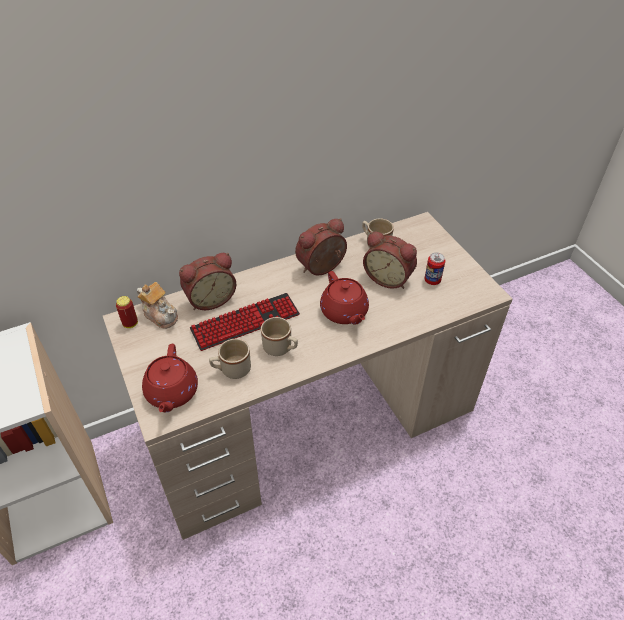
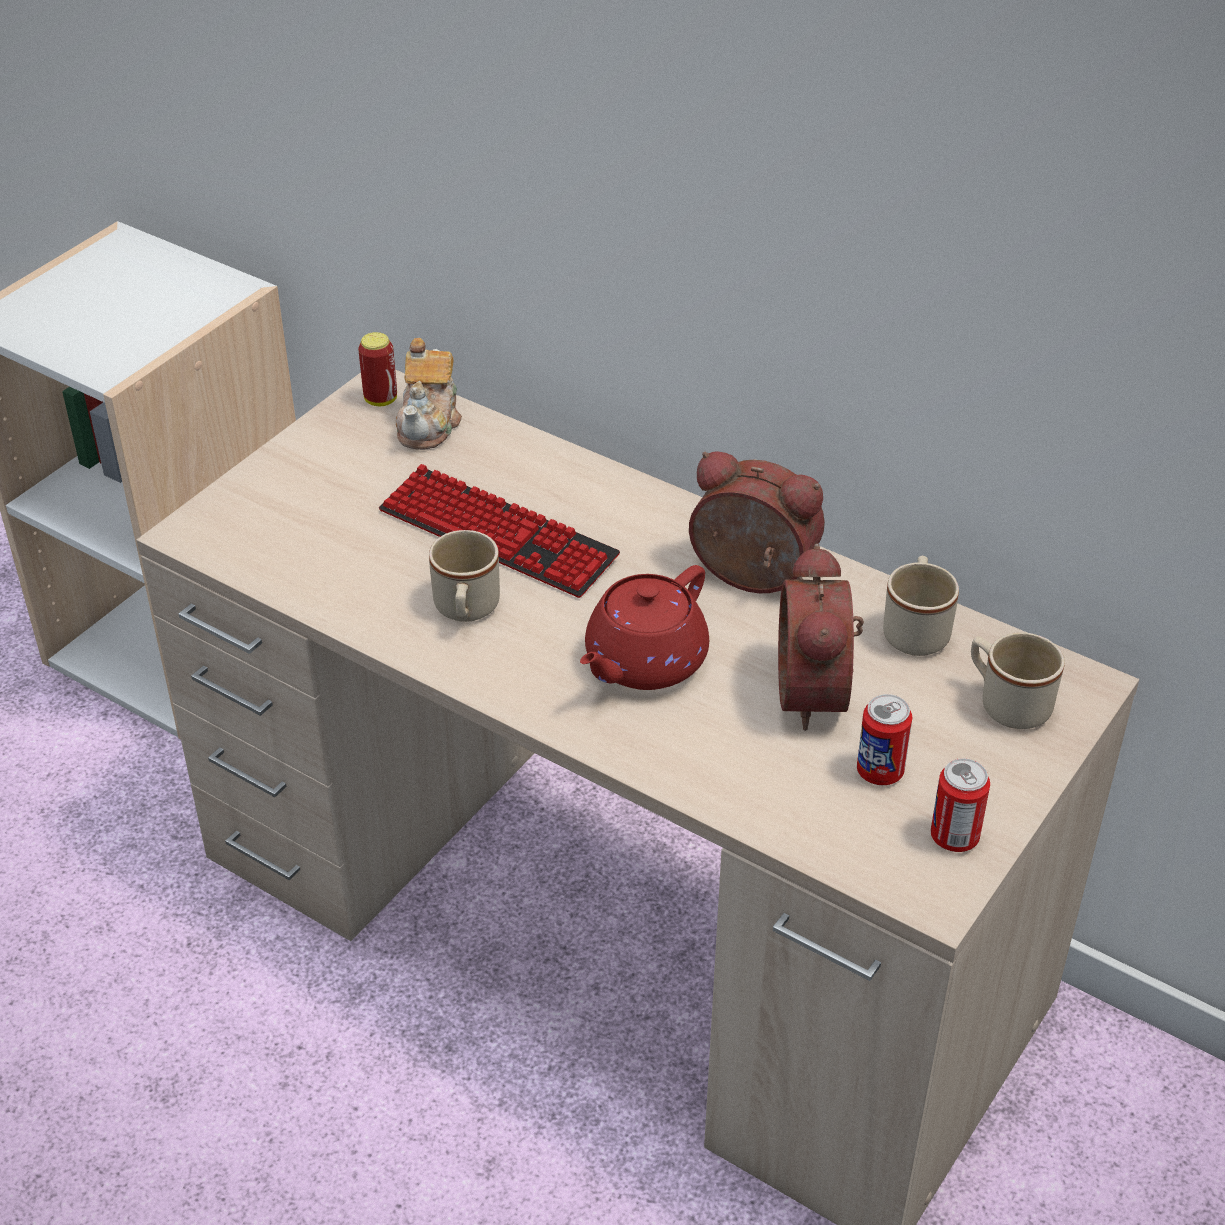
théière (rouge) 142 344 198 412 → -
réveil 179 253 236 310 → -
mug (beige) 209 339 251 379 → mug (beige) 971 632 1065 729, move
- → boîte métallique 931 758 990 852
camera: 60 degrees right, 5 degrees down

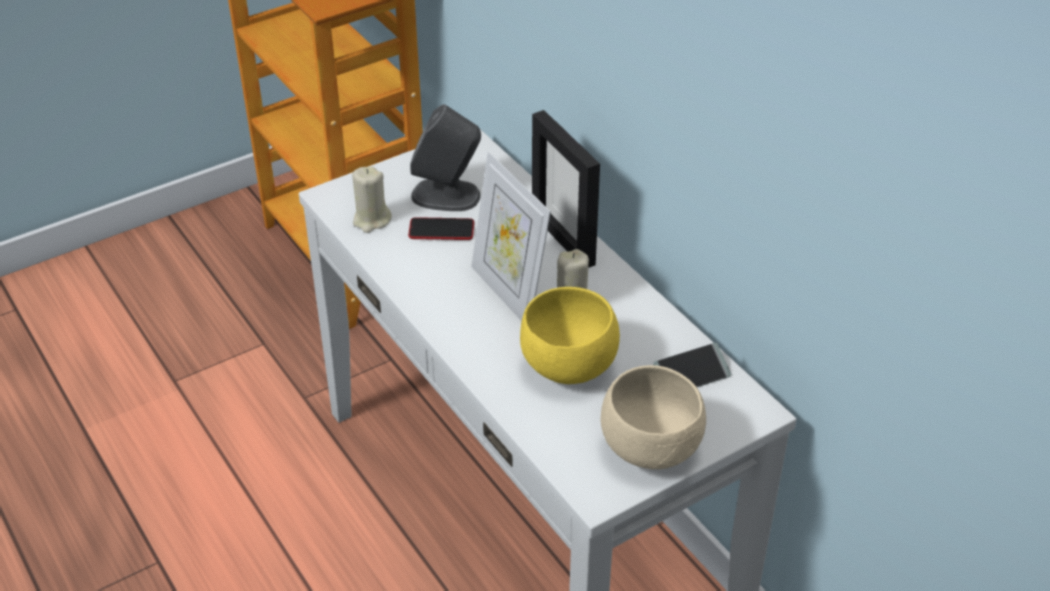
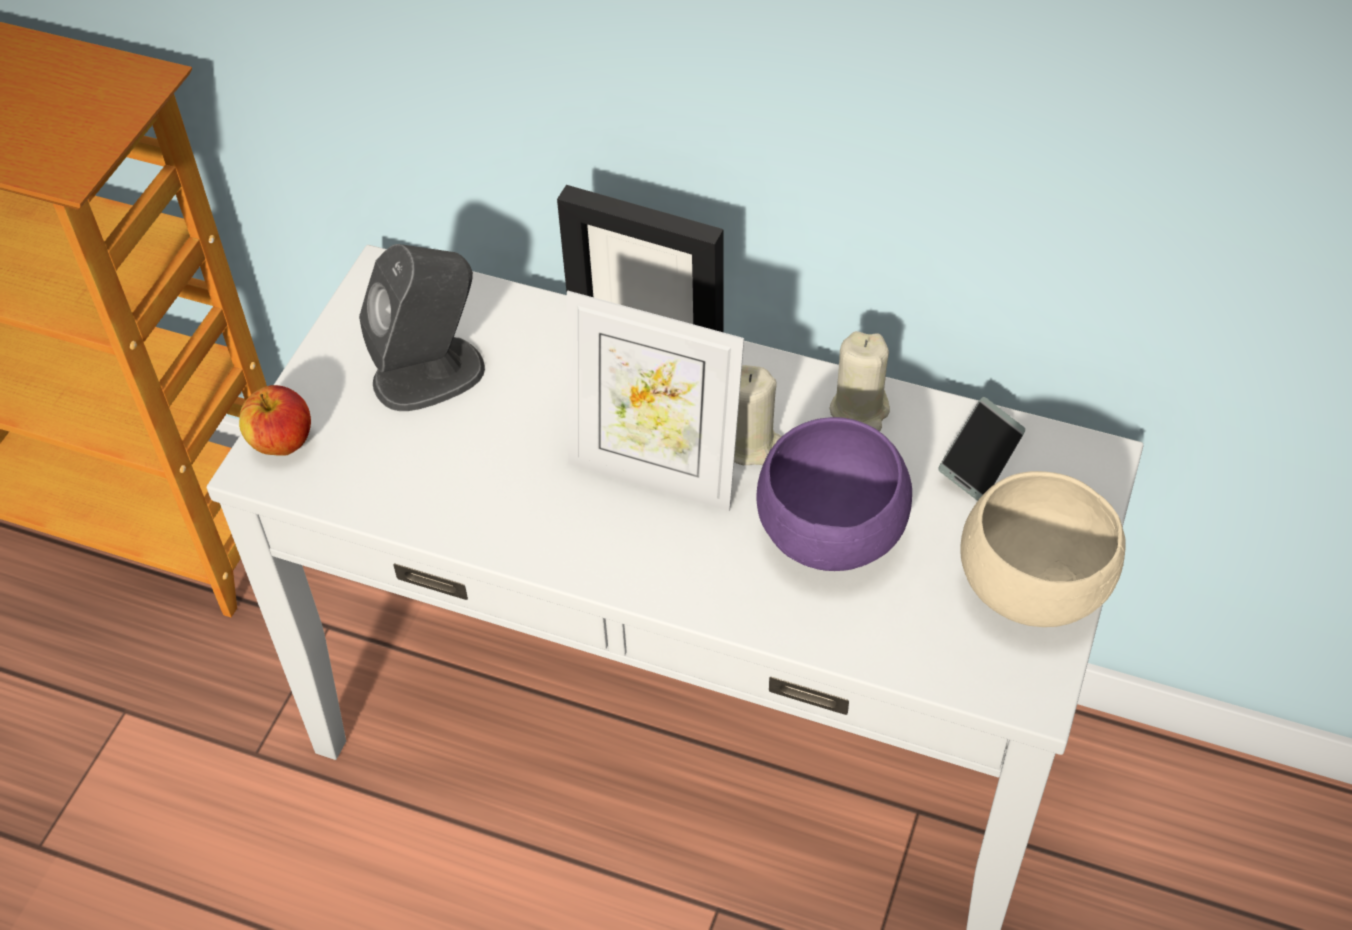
bougie (beige) 352 167 392 233 → bougie (beige) 830 331 890 432, move
téléphone 408 217 474 240 → -
bol (jaune) 520 287 620 384 → bol (violet) 756 417 912 571
- → pomme 239 385 311 456
camera: 35 degrees left, 10 degrees up

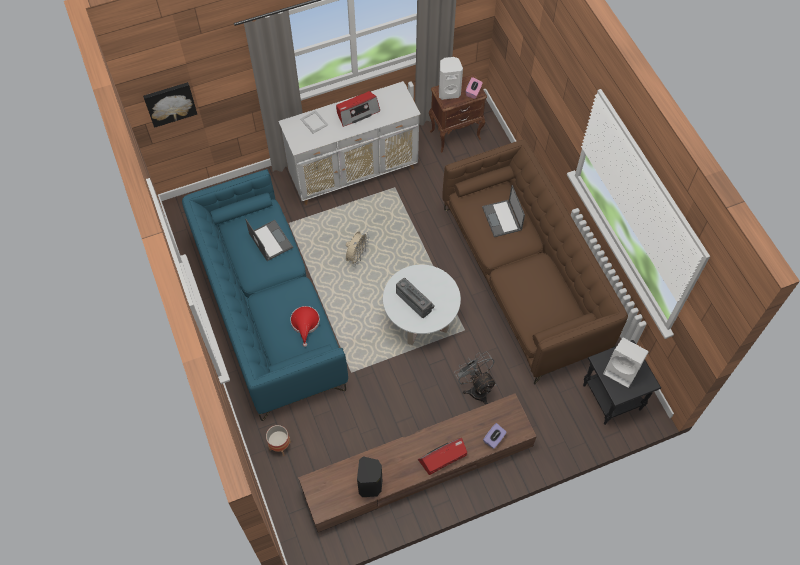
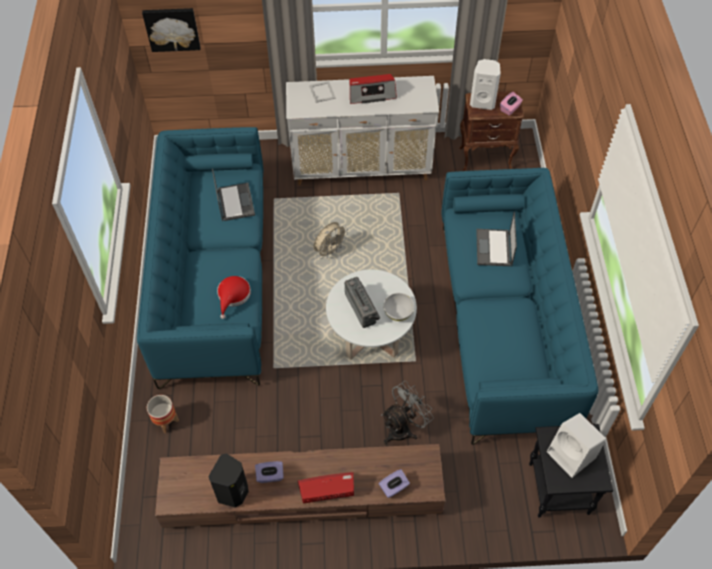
canapé (marron) 442 139 628 384 → canapé (bleu) 442 168 598 445
ventilateur (gris) 454 352 496 405 → ventilateur (gris) 381 381 434 444, 60 degrees clockwise
- → boîte à mouchoirs (violet) 255 461 284 483
- → bol (blanc) 383 293 414 321
camera: 20 degrees right, 5 degrees down

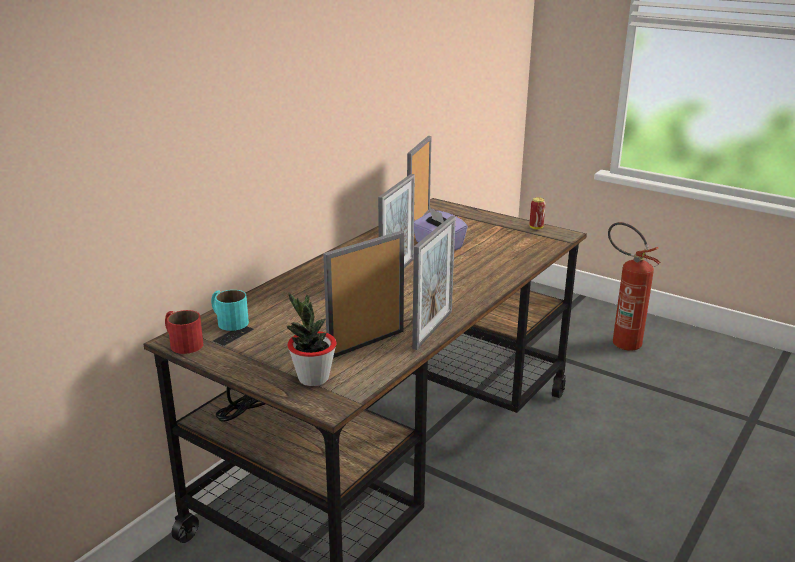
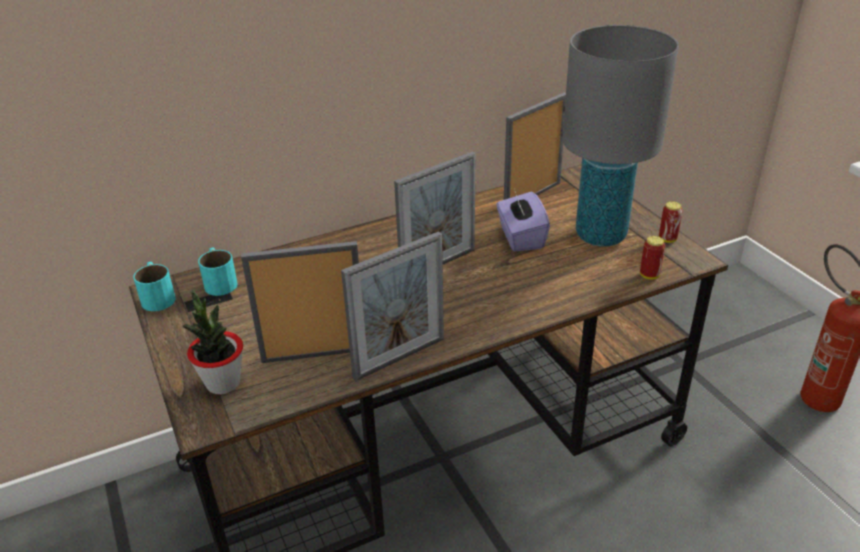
mug (rouge) 165 310 203 354 → mug (turquoise) 133 262 176 311
- → lampe de table (gris) 563 25 679 246
- → boîte métallique 640 236 665 280
camera: 30 degrees right, 10 degrees up

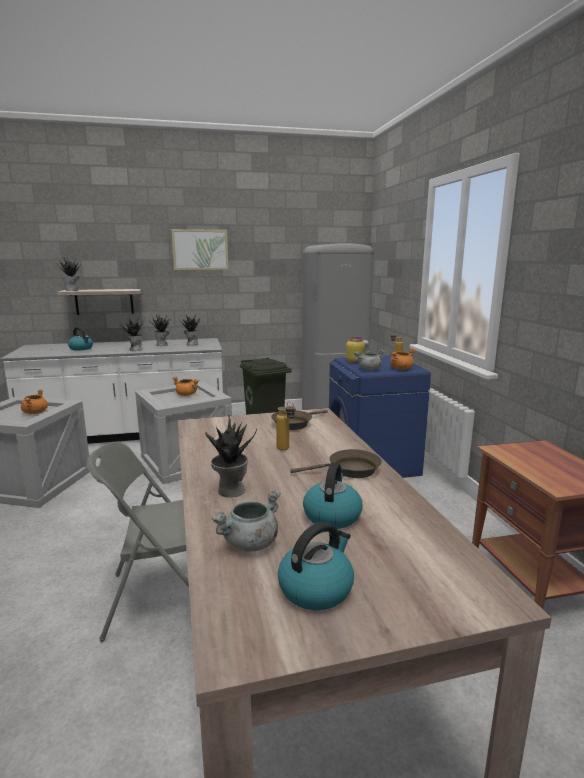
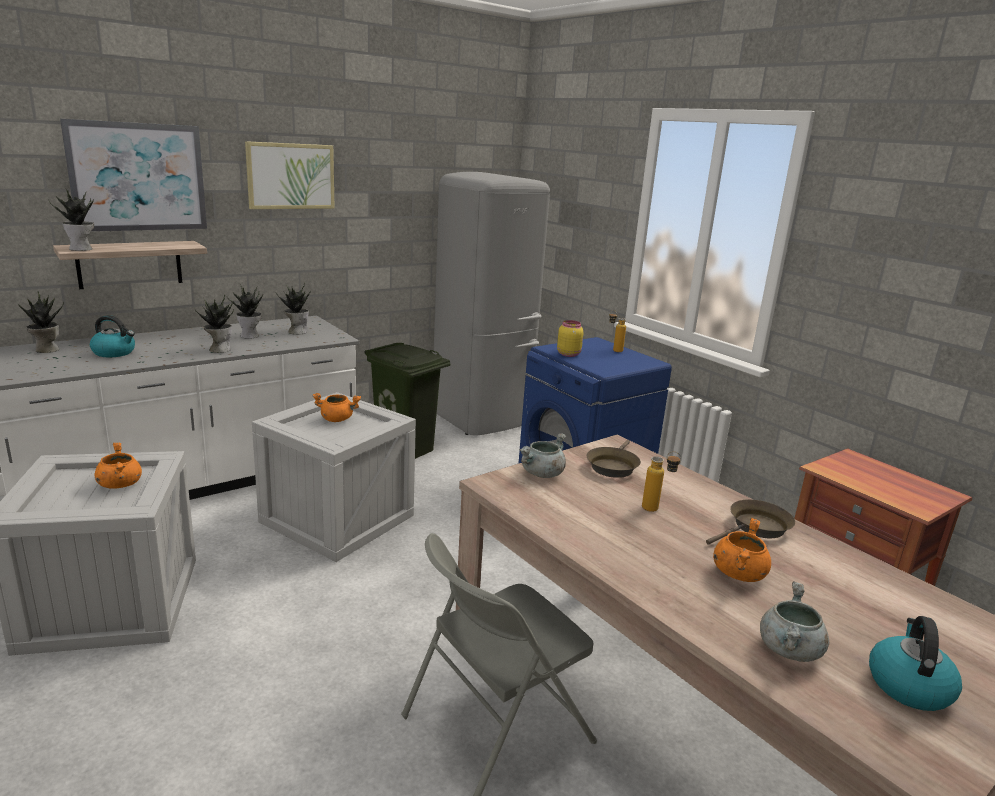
plante en pot 205 415 257 498 → plante en pot 18 292 64 353, move
bouilloire 303 462 362 529 → -
marmite (gris) 354 349 385 371 → marmite (gris) 519 433 567 478, move
marmite (orange) 390 348 415 370 → marmite (orange) 713 518 771 582, move
- → tableau 60 119 207 232
camera: 25 degrees left, 5 degrees up

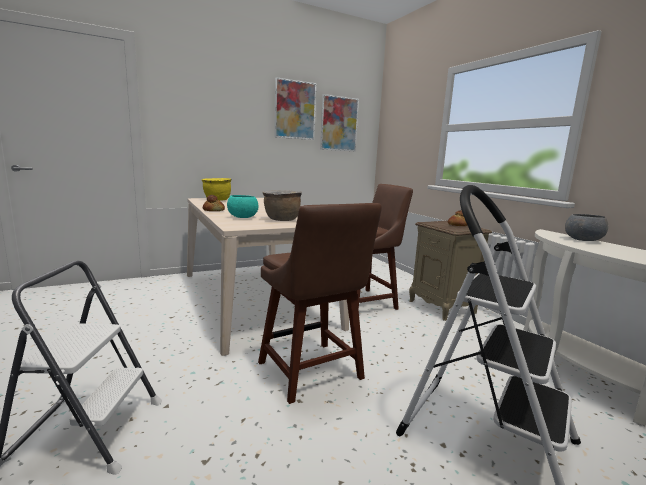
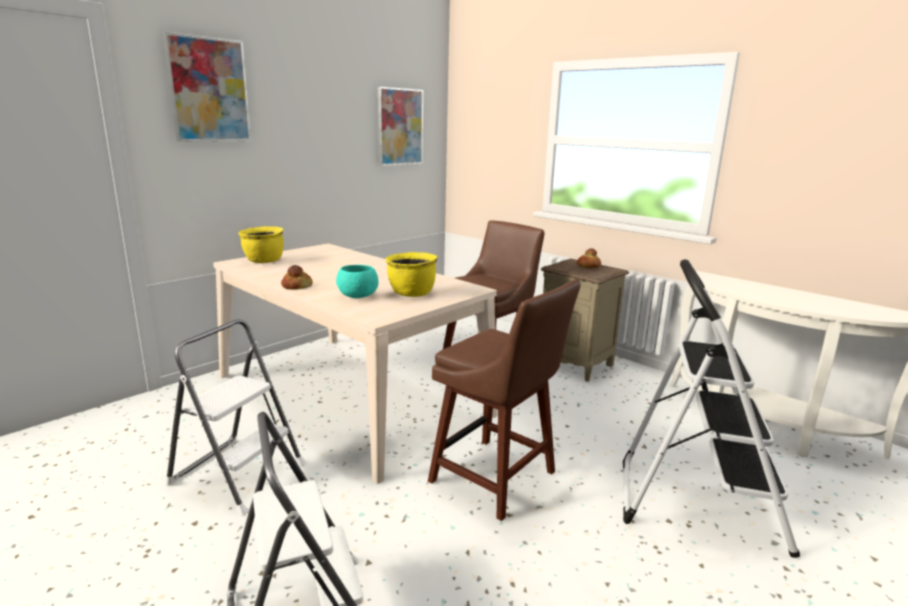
marmite (marron) 263 190 302 221 → marmite (jaune) 385 252 437 297
tableau 274 77 316 140 → tableau 163 31 251 142, move
bol (gris) 565 214 608 241 → -
- → escabeau (blanc) 165 320 306 516
camera: 20 degrees left, 5 degrees up

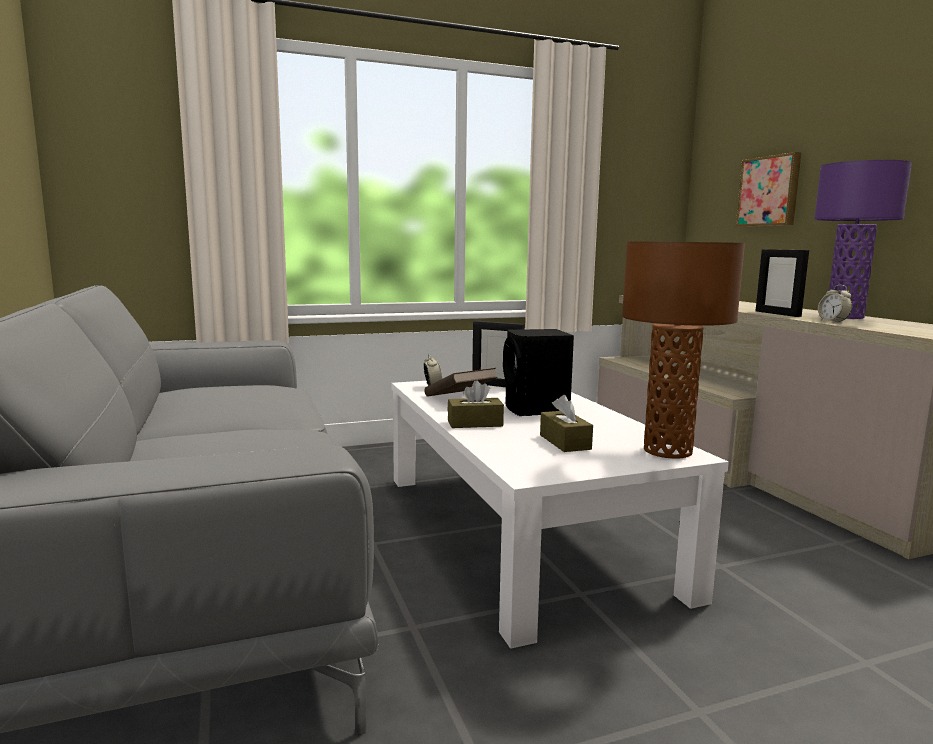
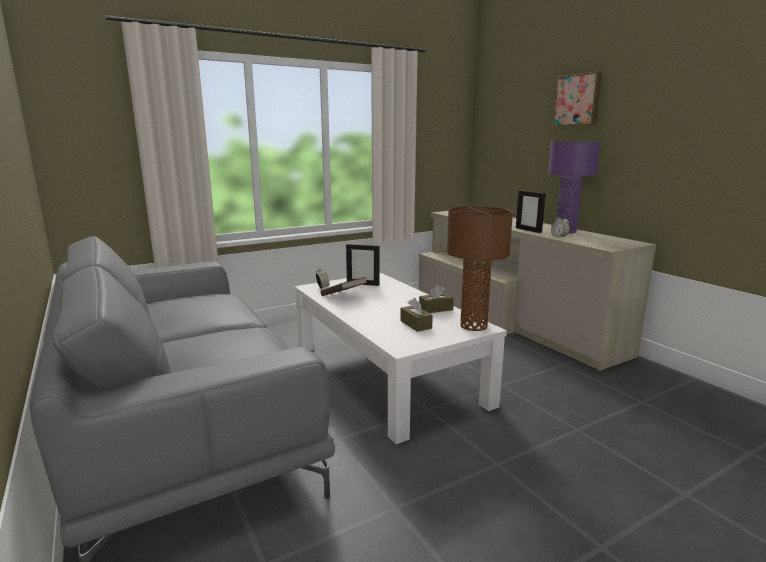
boîte à mouchoirs (marron) 448 380 504 428 → boîte à mouchoirs (marron) 419 285 454 313, move
enceinte (noir) 503 329 574 416 → -
tableau 736 152 801 227 → tableau 553 71 602 126, move
camera: 10 degrees left, 5 degrees up

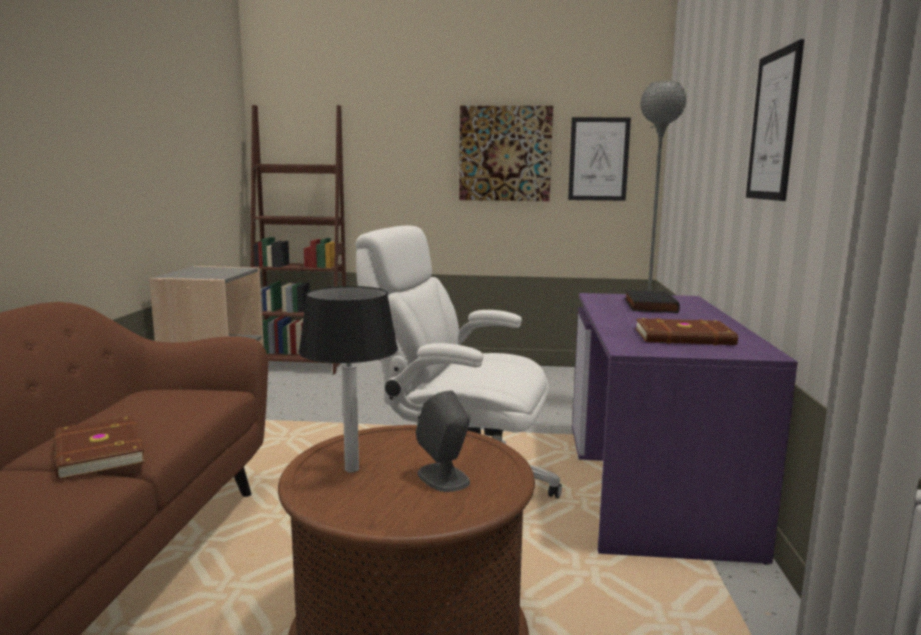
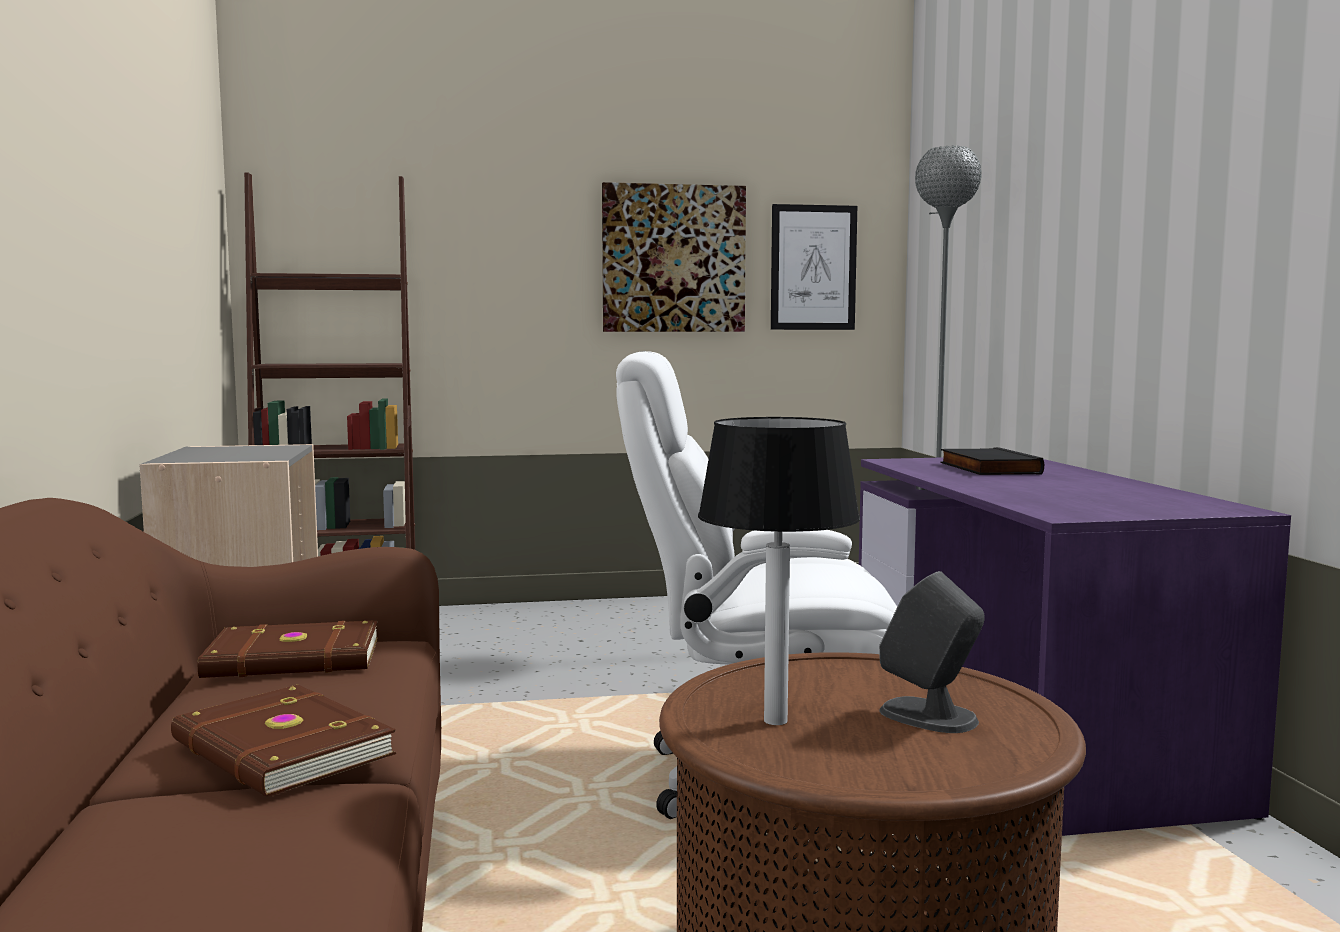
livre (marron) 635 318 738 345 → livre (marron) 198 621 378 678, move
tableau 746 39 804 201 → -
camera: 15 degrees left, 5 degrees down

